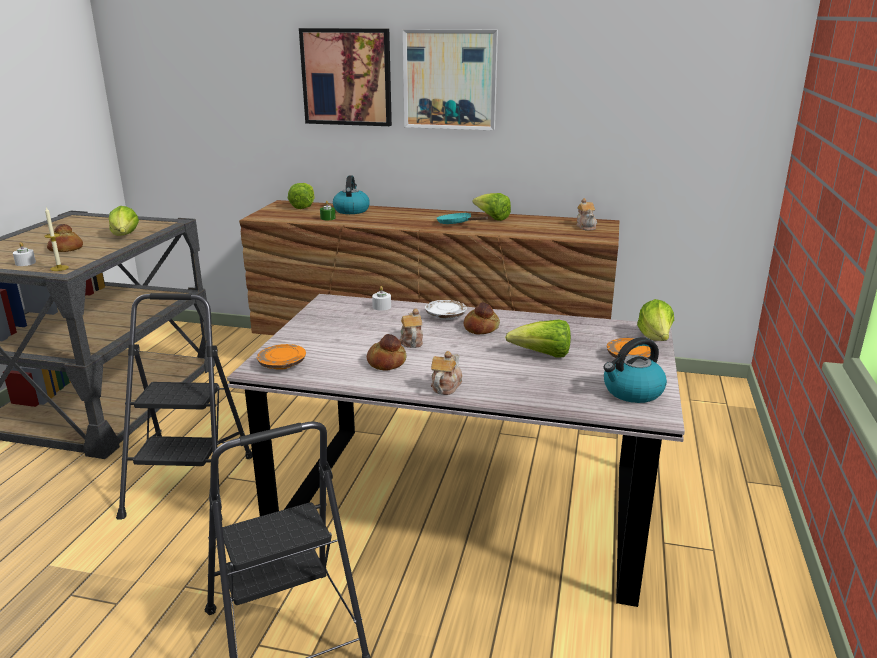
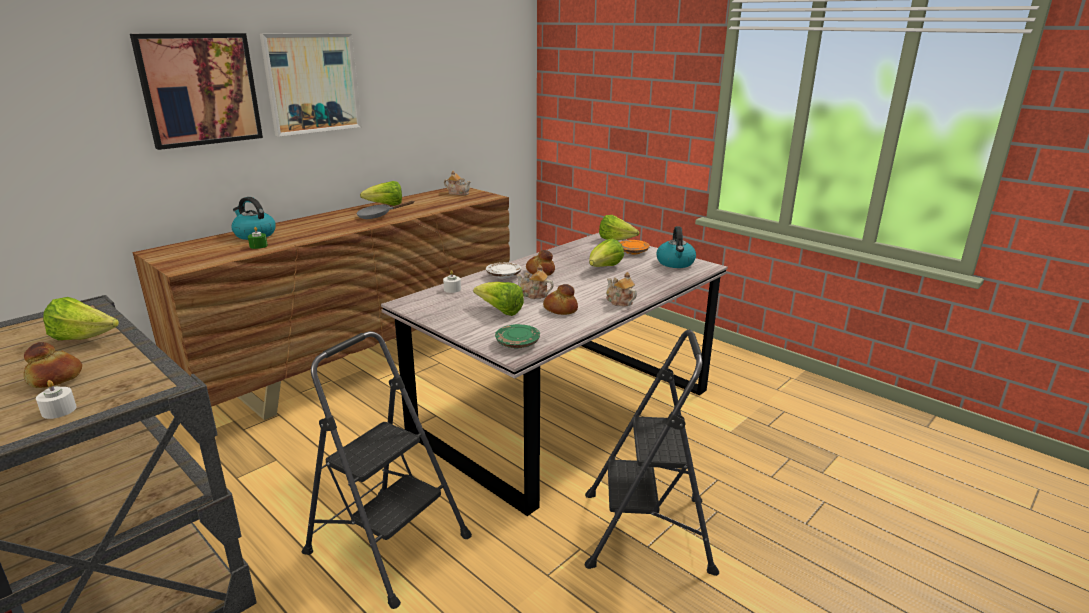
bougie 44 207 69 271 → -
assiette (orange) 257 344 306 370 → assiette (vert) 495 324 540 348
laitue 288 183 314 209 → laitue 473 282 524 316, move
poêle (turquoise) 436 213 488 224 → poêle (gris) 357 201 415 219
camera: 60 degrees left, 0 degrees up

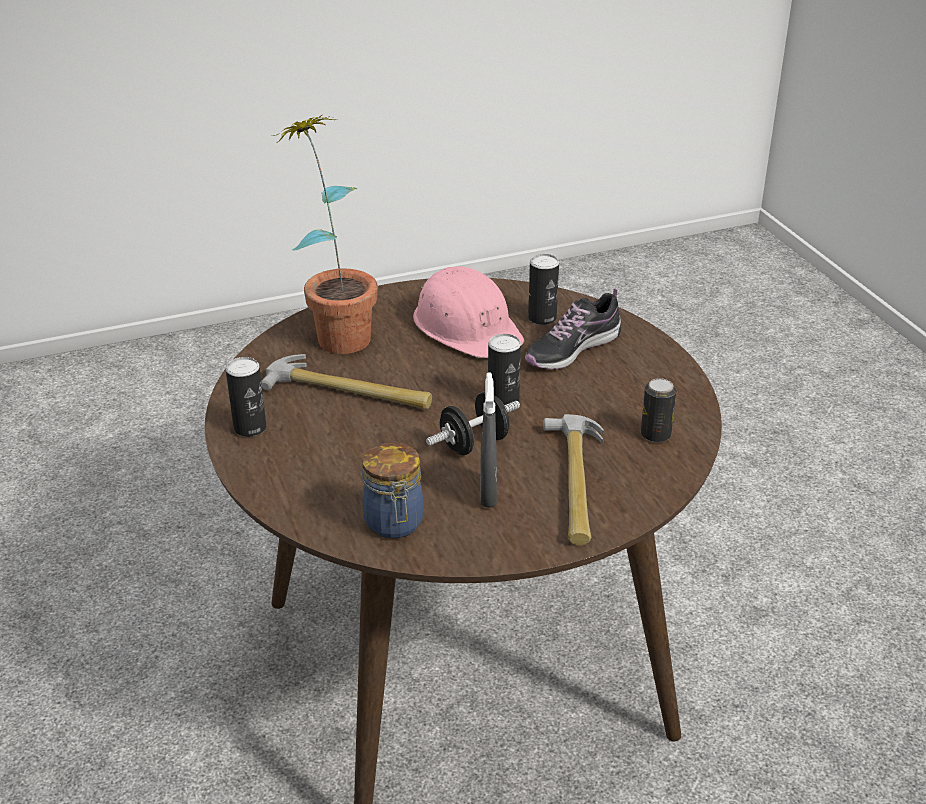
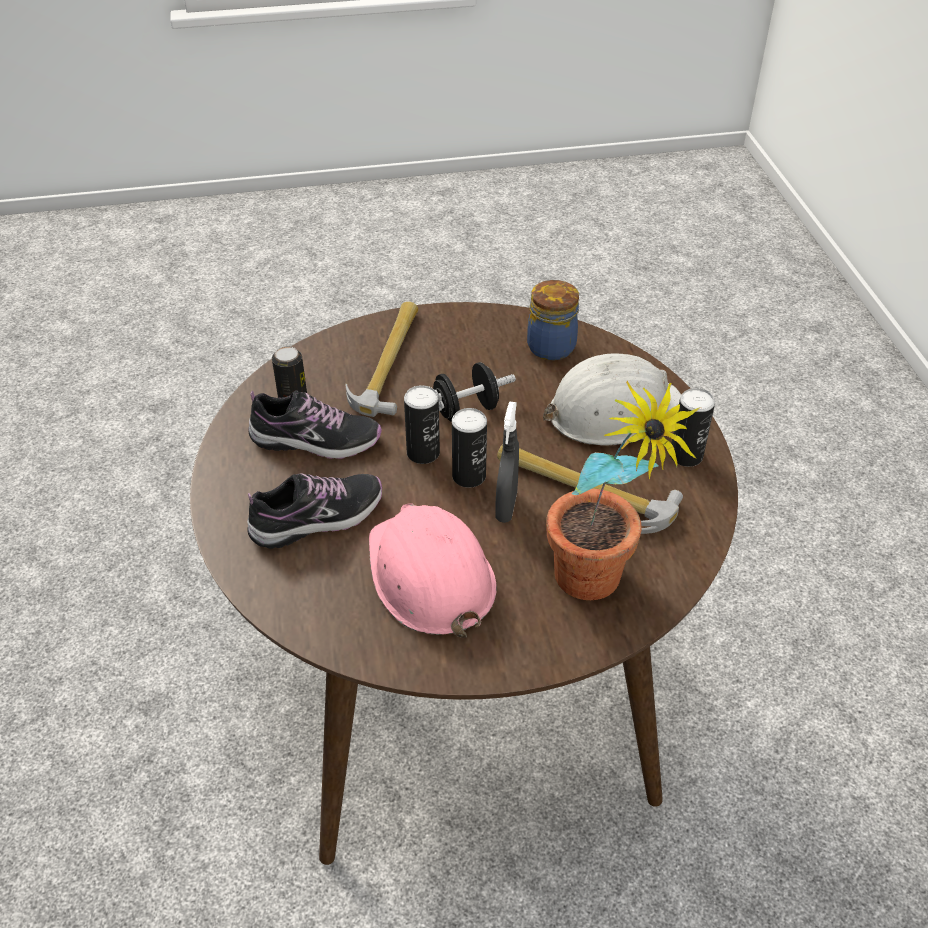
vaporisateur (gris) 480 372 497 508 → vaporisateur (gris) 495 402 519 523, move
boîte métallique 528 254 559 325 → boîte métallique 452 408 487 488, move
- → chaussure 248 391 382 459
- → casque de chantier (blanc) 543 354 681 446
camera: 170 degrees left, 10 degrees up

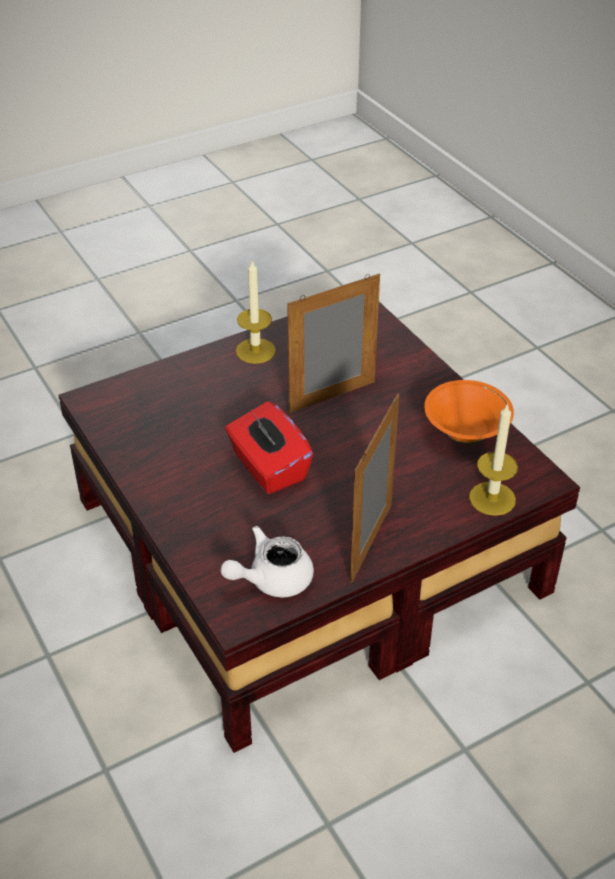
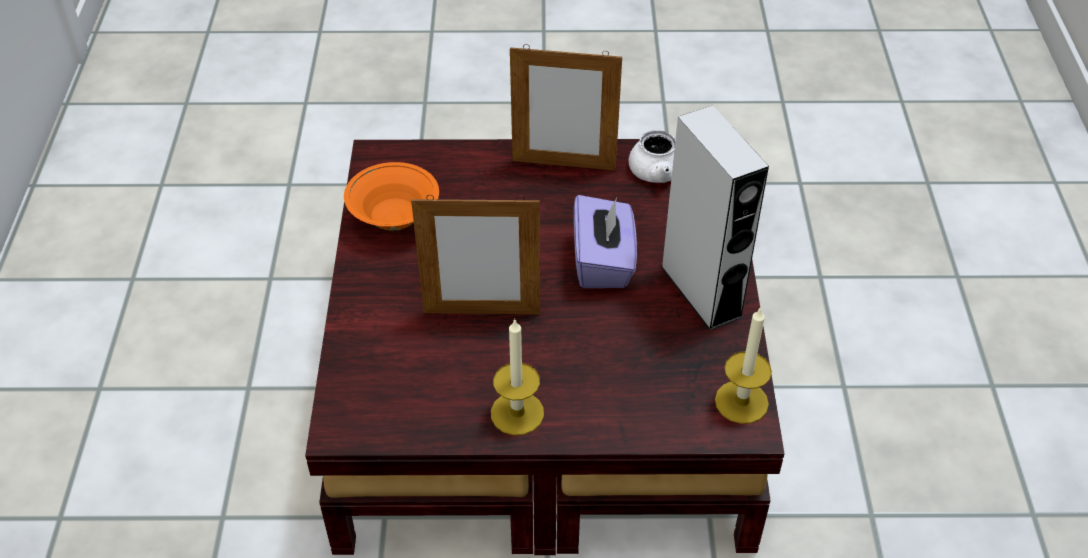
boîte à mouchoirs (rouge) 225 401 313 494 → boîte à mouchoirs (violet) 574 195 637 288
cadre photo 350 394 399 582 → cadre photo 510 44 622 171, 45 degrees clockwise
bougie 469 403 518 516 → bougie 715 307 772 424, move
- → enceinte (gris) 661 105 769 331
camera: 150 degrees left, 5 degrees up

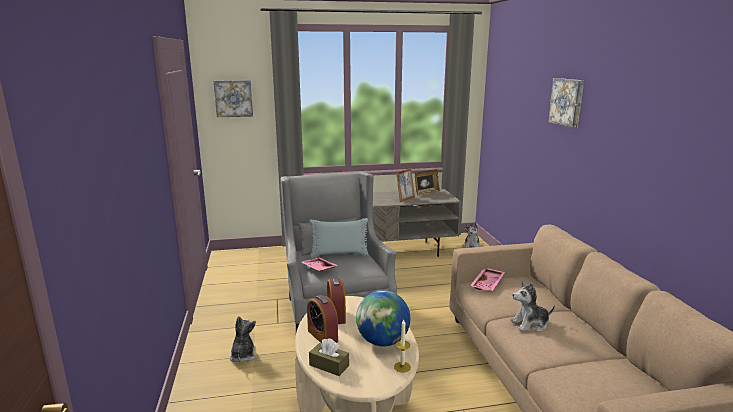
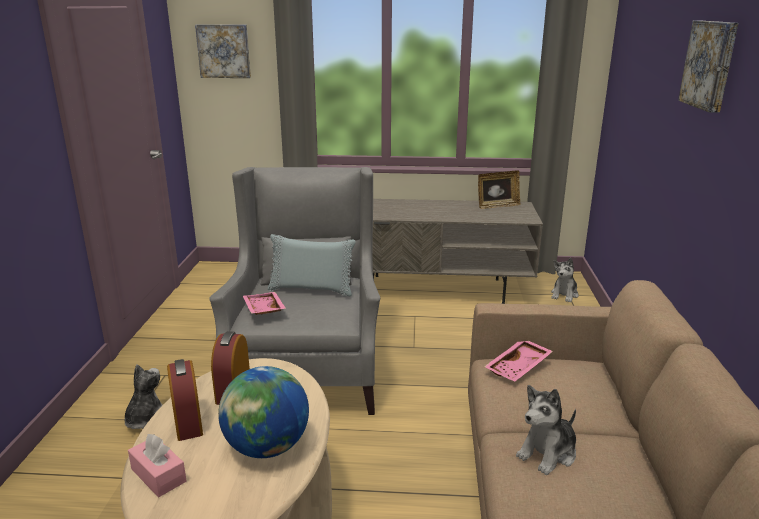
boîte à mouchoirs (marron) 309 338 349 376 → boîte à mouchoirs (rose) 128 434 187 497
bougie 394 320 411 373 → -
cadre photo 396 168 415 202 → -
peluche 510 281 555 332 → peluche 516 385 576 475, 45 degrees counterclockwise
camera: 15 degrees right, 5 degrees up

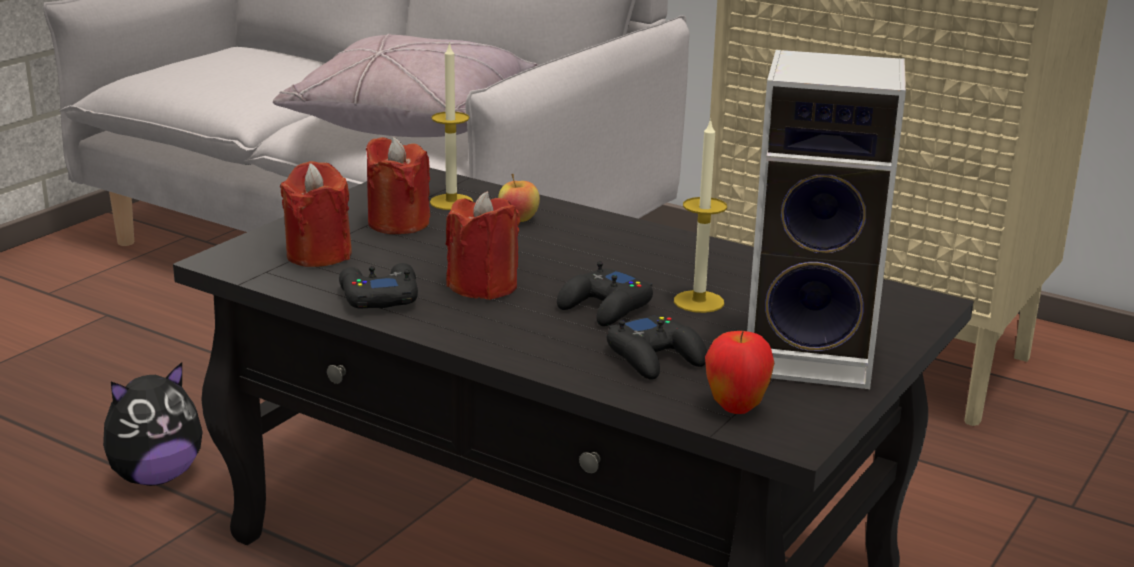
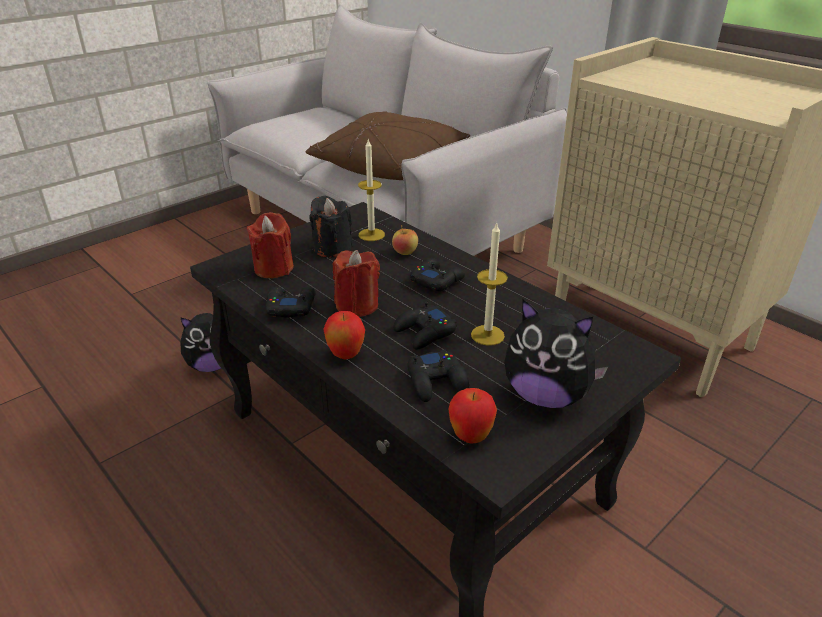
coussin (violet) 273 34 538 137 → coussin (marron) 306 111 470 180
bougie (rouge) 366 137 430 234 → bougie (noir) 310 196 353 257
enceinte 747 50 906 389 → peluche 504 299 609 408
- → pomme 323 311 365 359
- → manette (noir) 410 258 465 291
camera: 15 degrees right, 10 degrees up

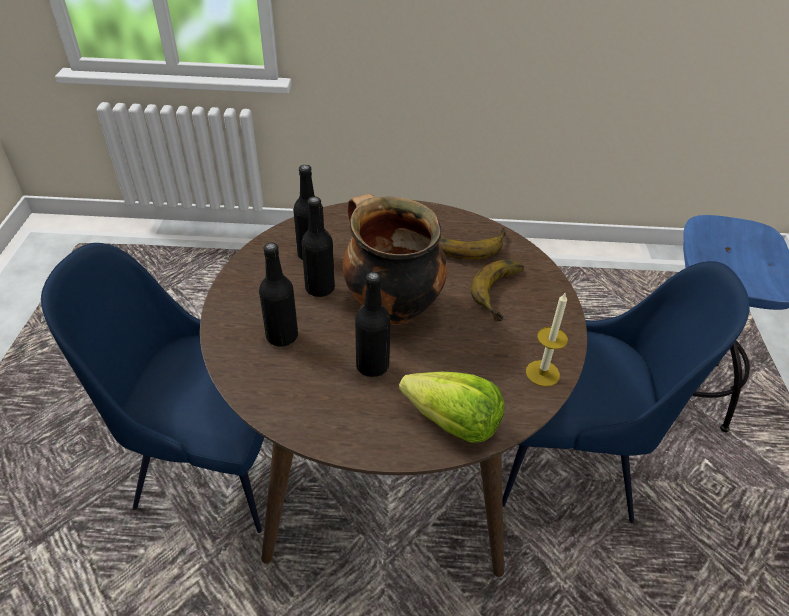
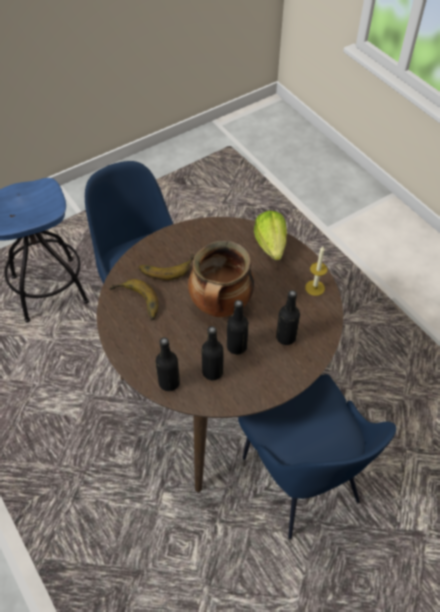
bouteille (noir) 355 272 391 377 → bouteille (noir) 155 337 180 391, move
bougie 526 293 568 387 → bougie 305 246 327 296, move
camera: 125 degrees left, 10 degrees up

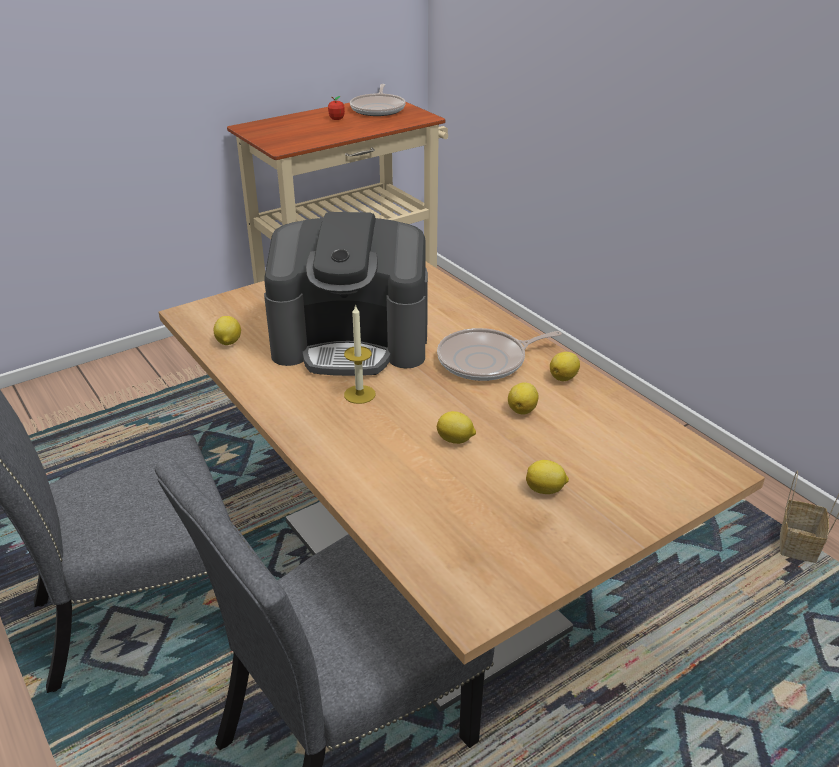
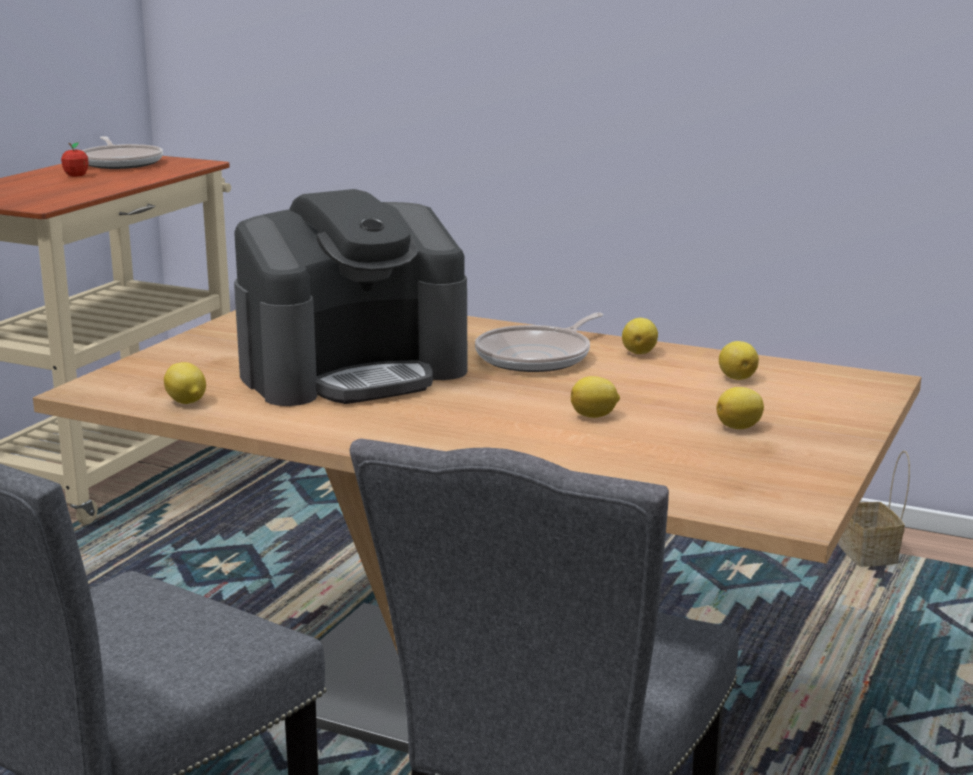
bougie 344 304 376 404 → -
citron 508 382 538 415 → citron 719 341 759 380, move
camera: 30 degrees left, 15 degrees down

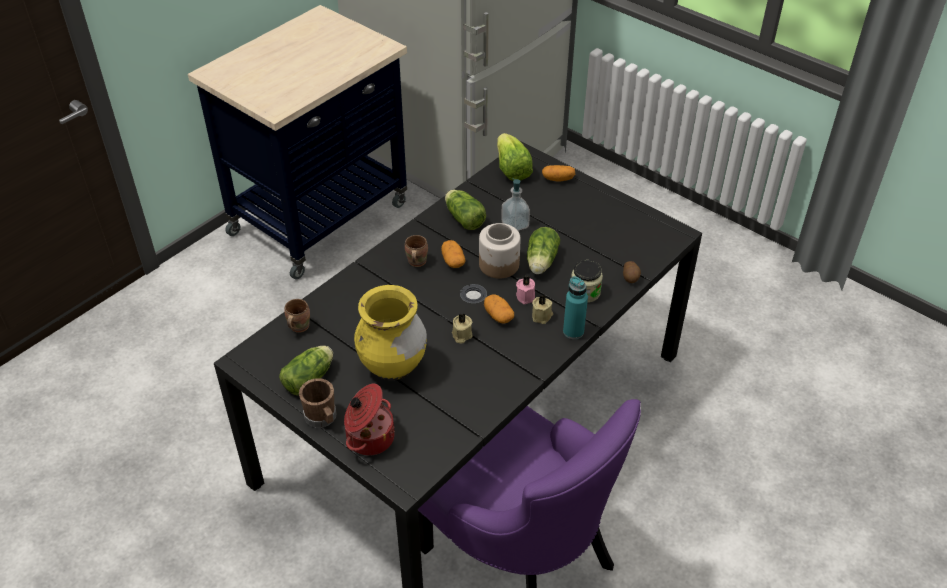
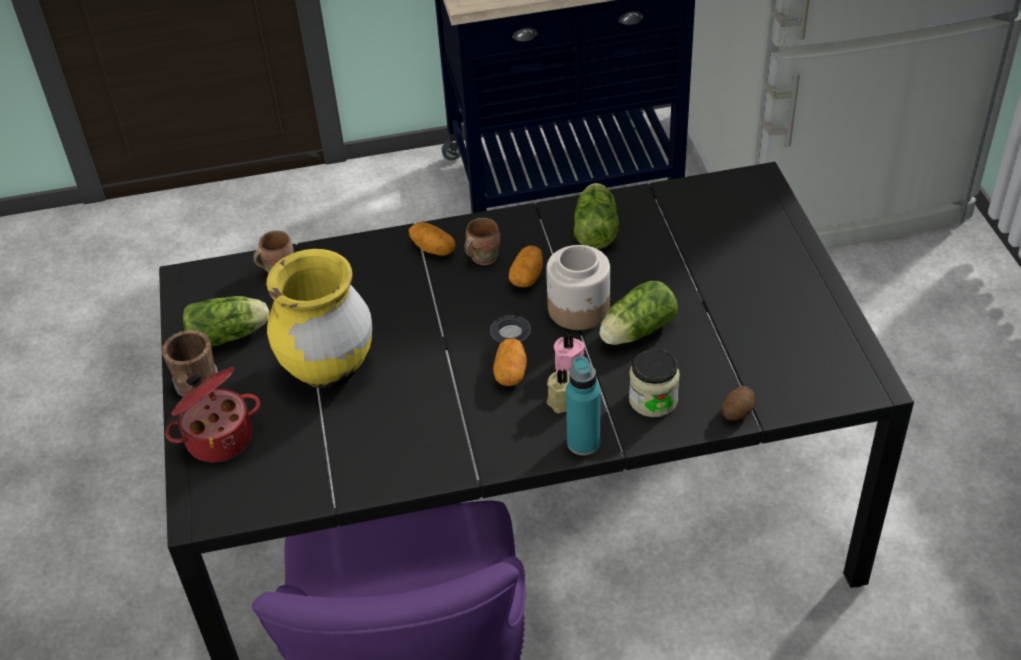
bougie (beige) 452 313 472 344 → -
laitue 497 133 533 181 → -
distributeur de savon 501 178 530 231 → -
pomme de terre 542 165 575 182 → pomme de terre 409 222 456 256, move
camera: 40 degrees right, 0 degrees up

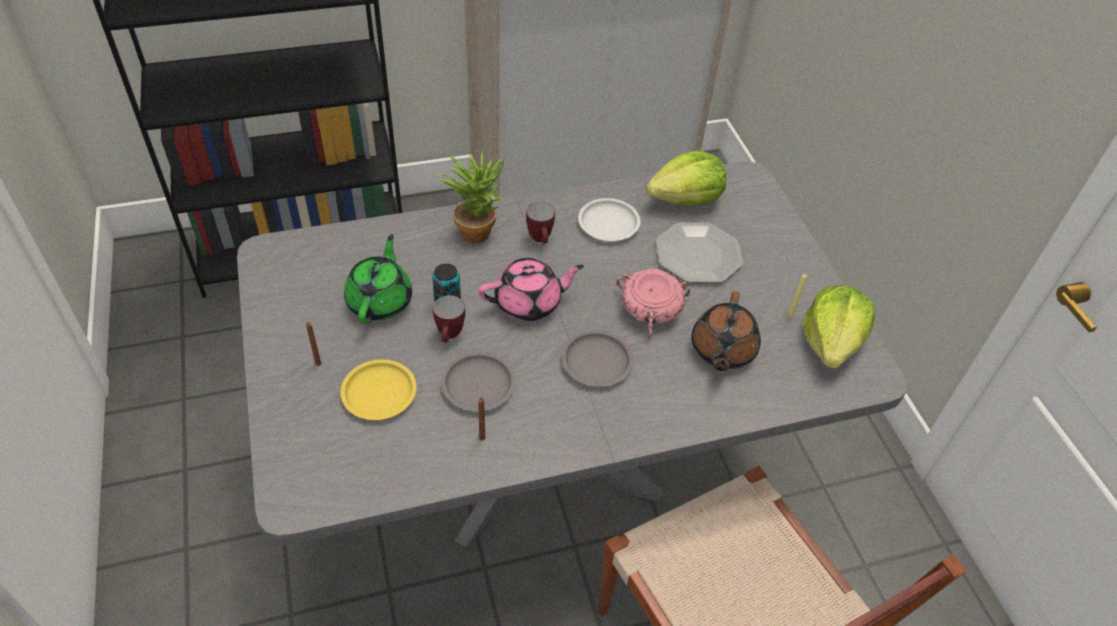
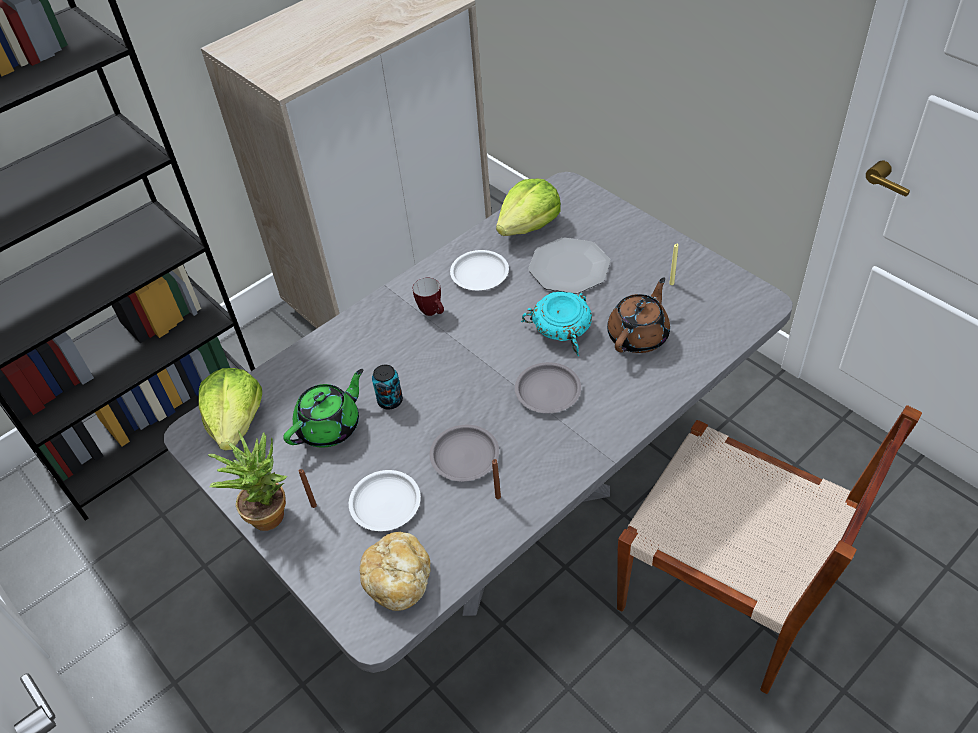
assiette (jaune) 341 360 417 420 → assiette (blanc) 349 470 421 531
théière (vert) 344 234 412 324 → théière (vert) 283 369 363 448, 60 degrees clockwise
mug 433 295 465 342 → -
plante en pot 439 149 504 244 → plante en pot 208 430 287 531, move
théière (rose) 479 258 584 321 → -
bol (rose) 615 269 690 343 → bol (turquoise) 521 292 592 356
théière (marron) 691 291 761 371 → théière (marron) 607 277 670 353, 135 degrees counterclockwise
laitue 803 285 875 369 → laitue 199 368 262 451, move
- → pain 360 532 431 611
camera: 20 degrees left, 0 degrees up

